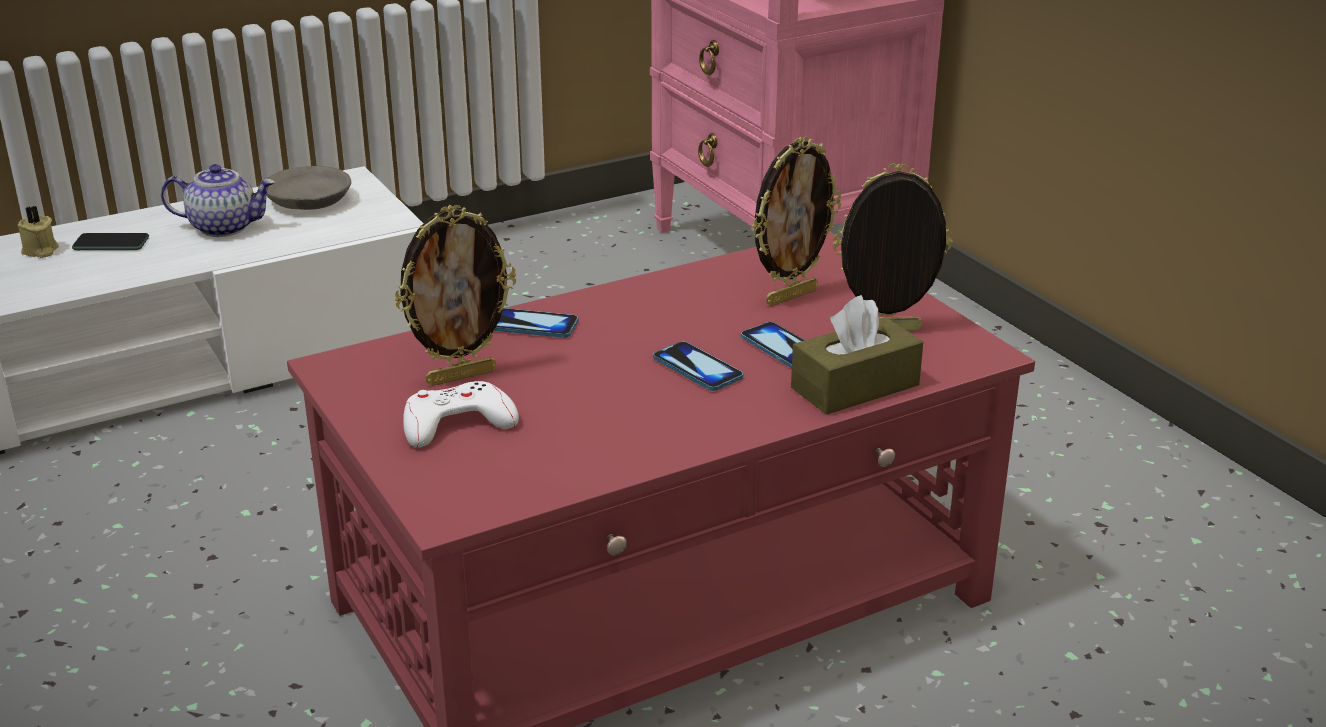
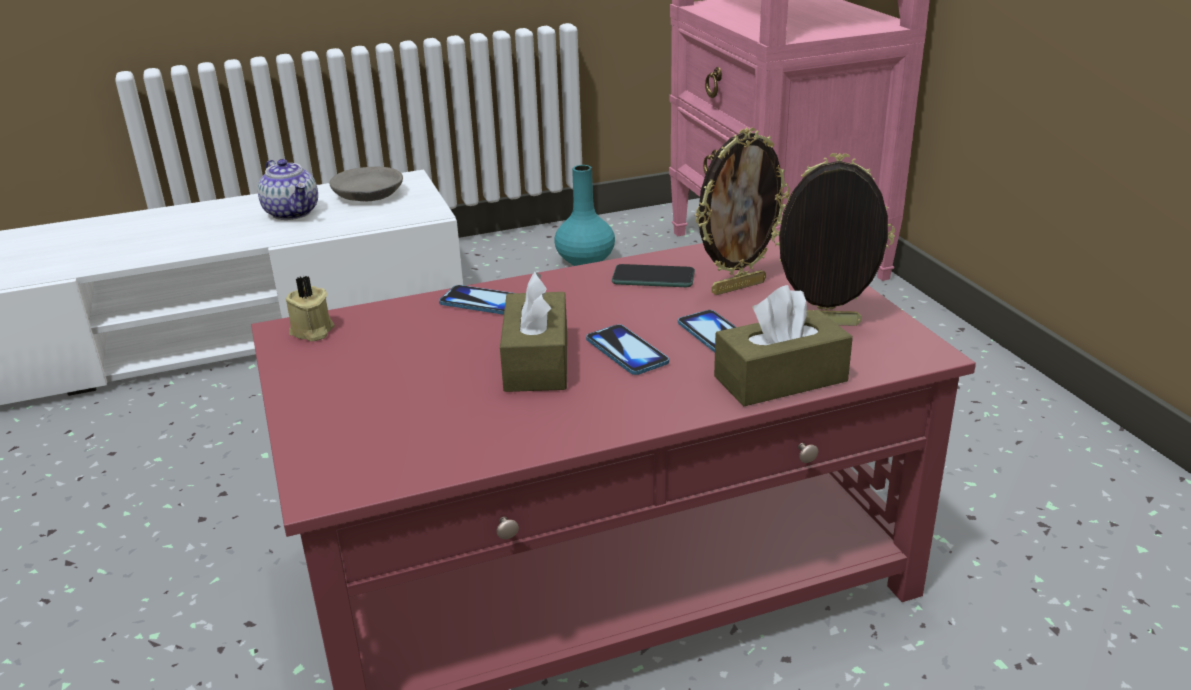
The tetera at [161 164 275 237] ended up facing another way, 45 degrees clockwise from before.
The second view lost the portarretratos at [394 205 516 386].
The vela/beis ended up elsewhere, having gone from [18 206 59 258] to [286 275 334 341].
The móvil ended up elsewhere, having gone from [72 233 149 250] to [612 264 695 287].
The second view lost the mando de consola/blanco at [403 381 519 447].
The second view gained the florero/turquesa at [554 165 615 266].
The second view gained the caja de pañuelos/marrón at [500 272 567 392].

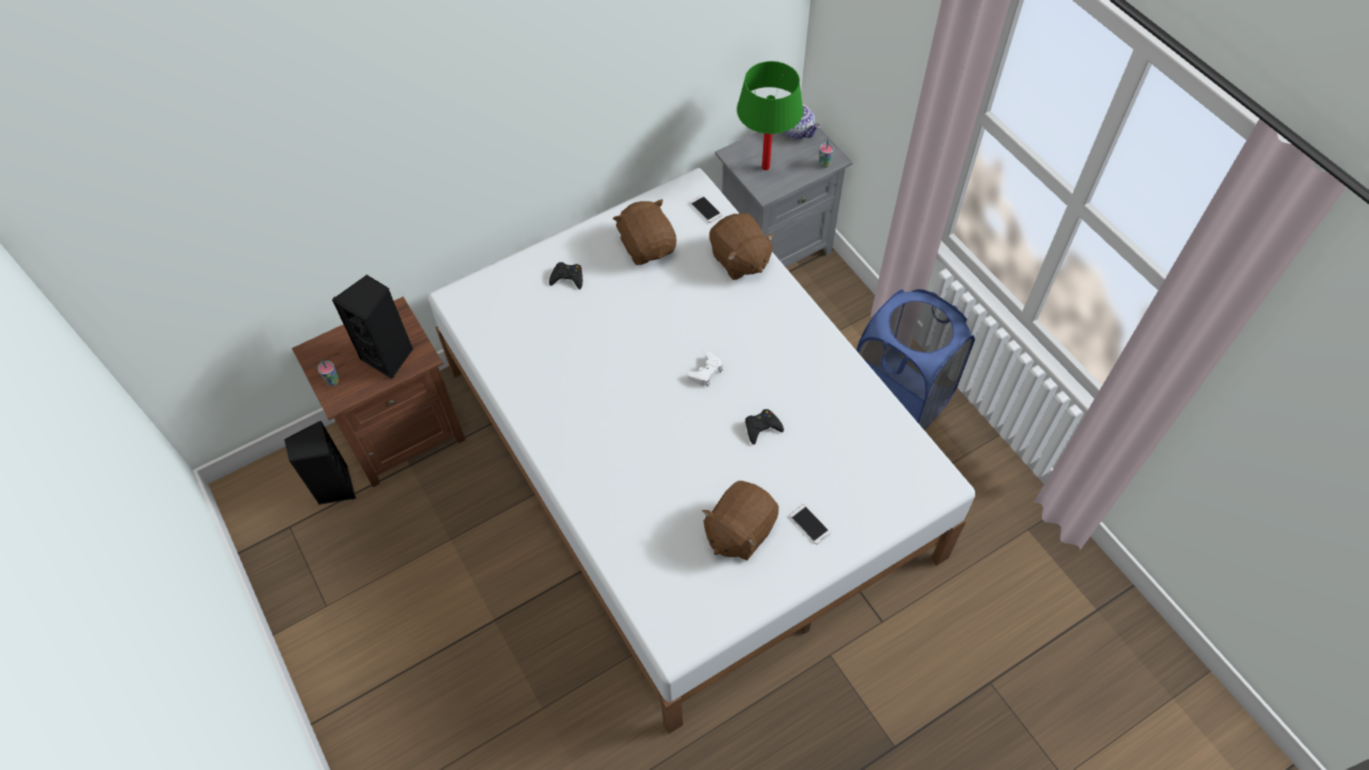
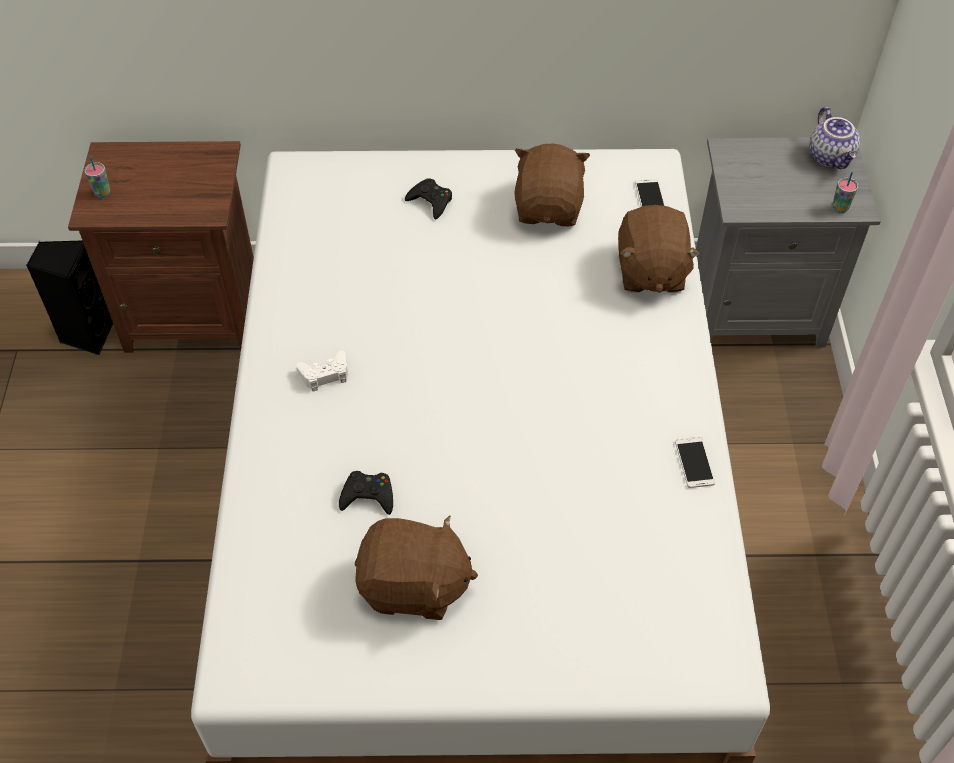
The second view lost the lámpara de mesa/verde at [737 61 803 170].
The second view lost the altavoz/negro at [332 275 413 379].
The second view lost the cesto de la ropa/azul at [856 289 975 430].
The mando de consola/blanco ended up elsewhere, having gone from [688 352 723 387] to [296 351 348 391].
The mando de consola/negro ended up elsewhere, having gone from [745 409 784 445] to [339 471 393 515].
The peluche/marrón at [702 481 779 561] ended up facing another way, 150 degrees counterclockwise from before.
The móvil ended up elsewhere, having gone from [789 504 831 544] to [675 437 715 488].

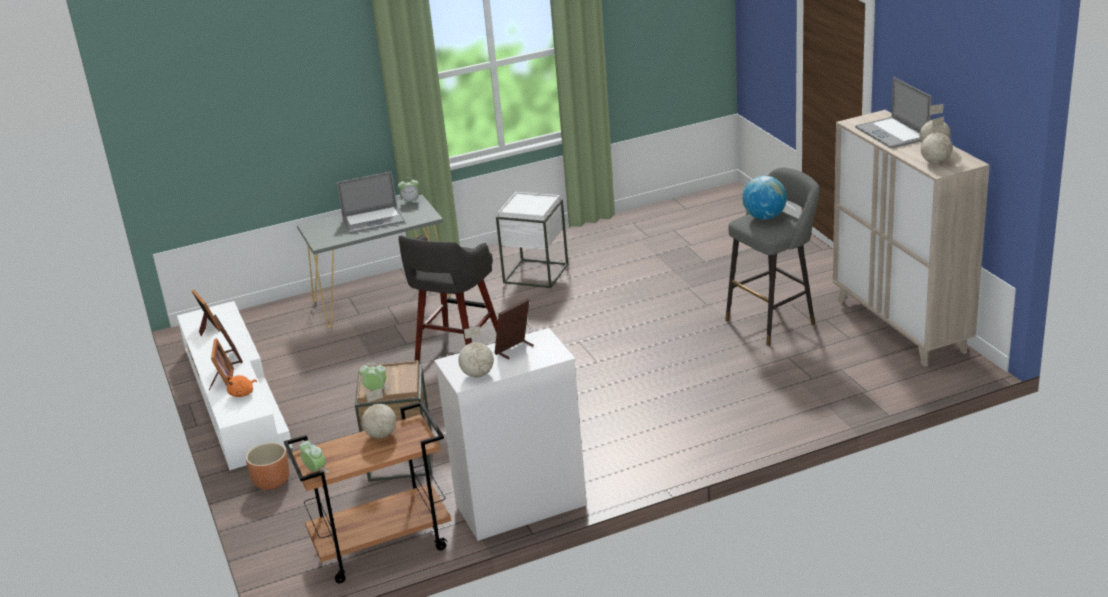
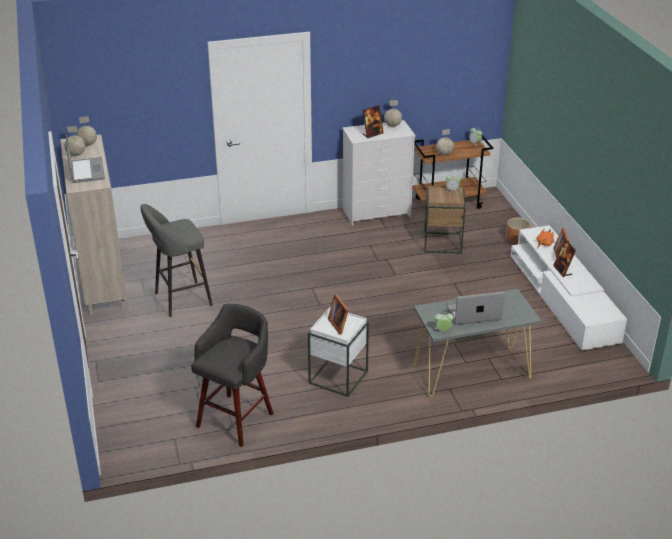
The second view lost the globo terráqueo at [742 176 787 220].
The taburete/gris ended up elsewhere, having gone from [399 235 498 361] to [191 304 274 447].
The portarretratos ended up elsewhere, having gone from [192 290 221 336] to [328 294 349 335].

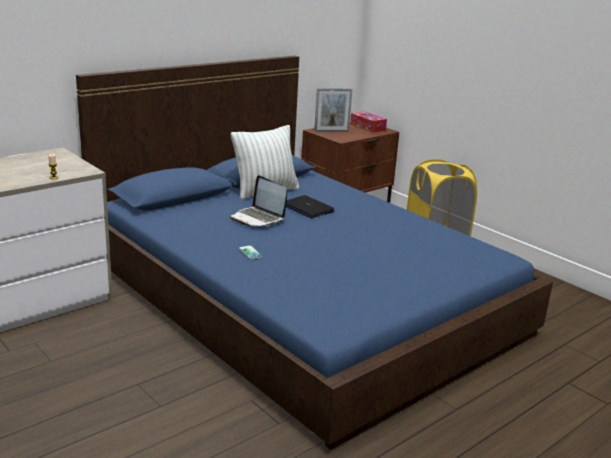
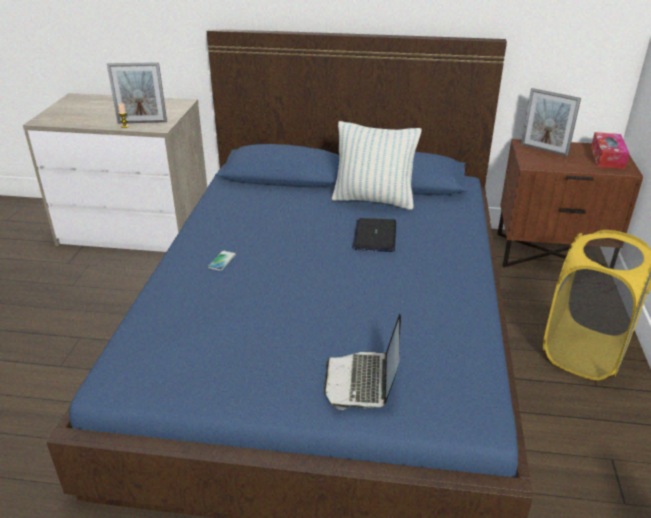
The portátil ended up elsewhere, having gone from [229 175 287 226] to [324 314 401 410].
The second view gained the portarretratos at [107 62 167 123].

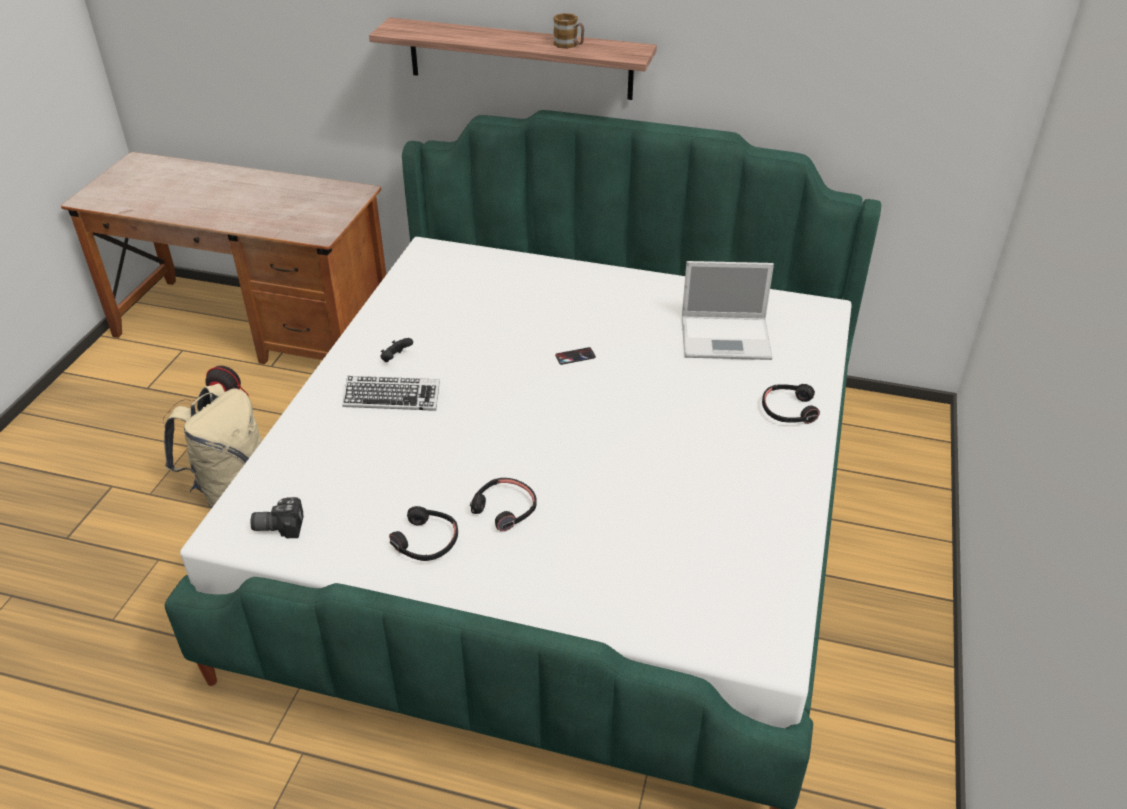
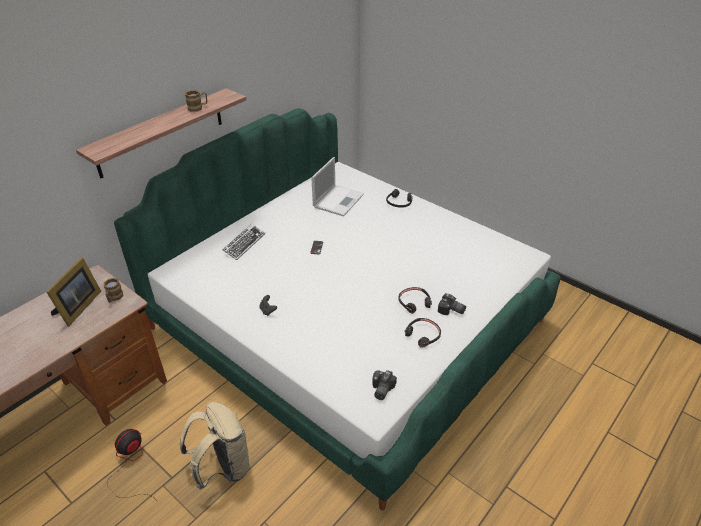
The teclado ended up elsewhere, having gone from [342 376 440 411] to [223 224 265 260].
The second view gained the portarretratos at [46 257 101 327].
The second view gained the taza grande at [104 278 123 302].
The second view gained the cámara at [438 293 466 315].

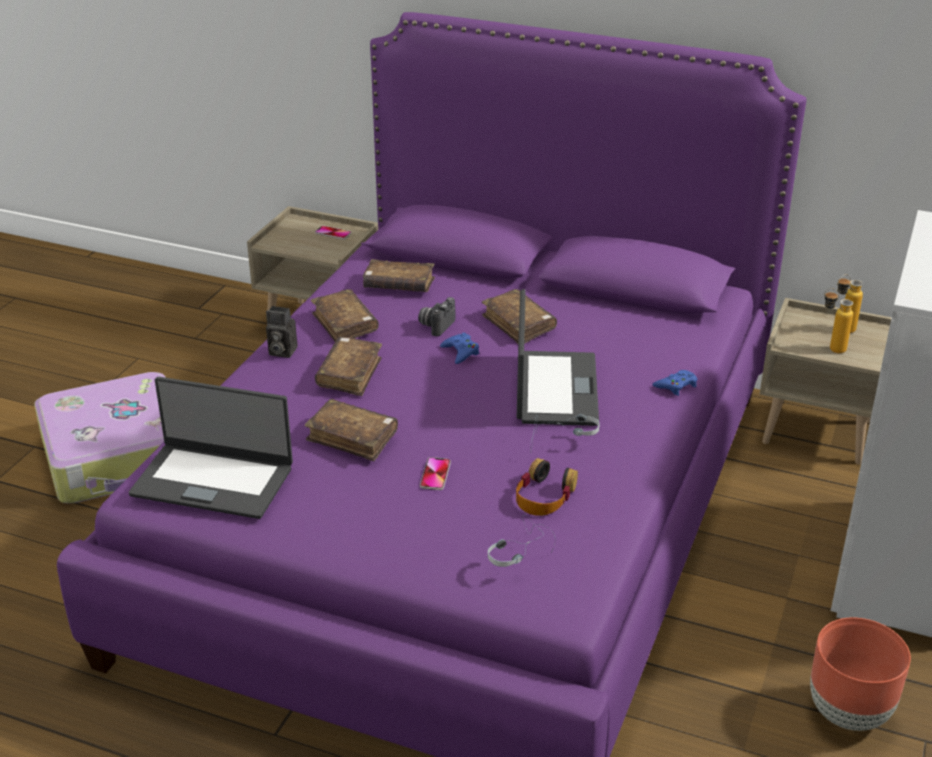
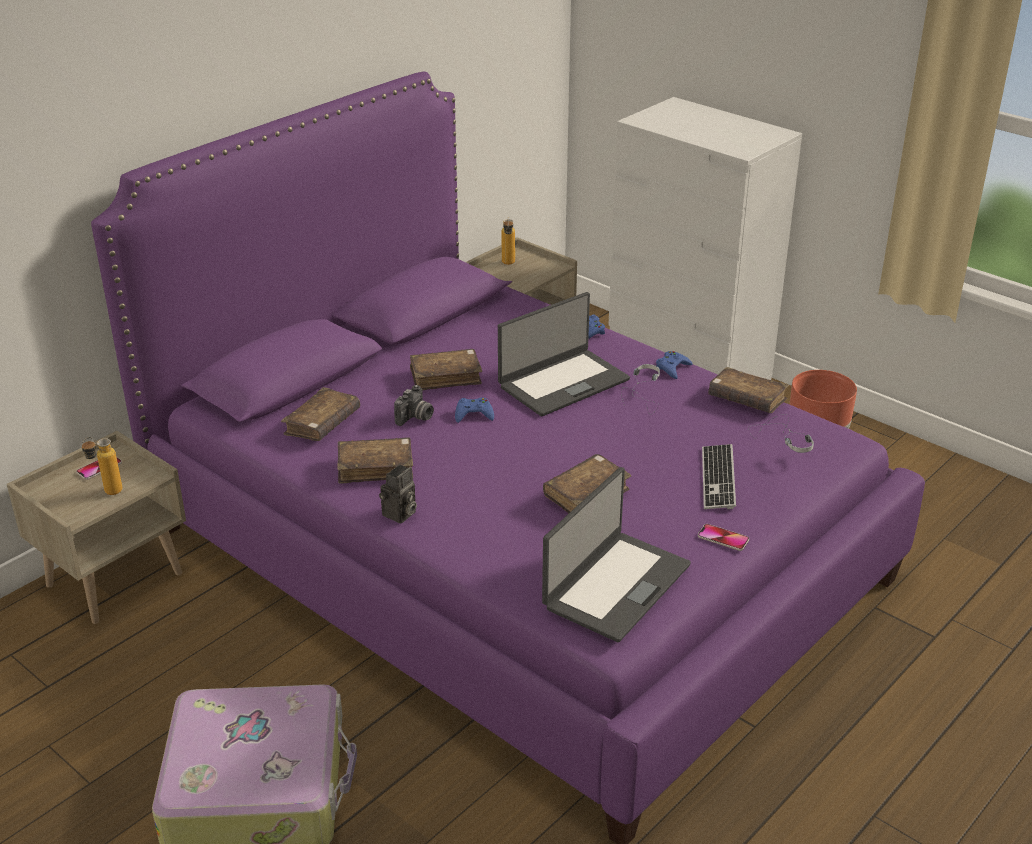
The botella ended up elsewhere, having gone from [824 288 853 353] to [81 437 123 495].
The portátil at [517 289 599 426] ended up facing another way, 120 degrees clockwise from before.
The cámara at [418 297 455 336] ended up facing another way, 105 degrees counterclockwise from before.
The libro/marrón ended up elsewhere, having gone from [315 337 382 396] to [708 367 789 413].
The móvil ended up elsewhere, having gone from [420 457 451 490] to [698 524 749 551].
The second view lost the auriculares at [516 458 578 516].
The second view gained the mando de consola/azul at [656 351 693 379].
The second view gained the teclado at [702 444 736 509].

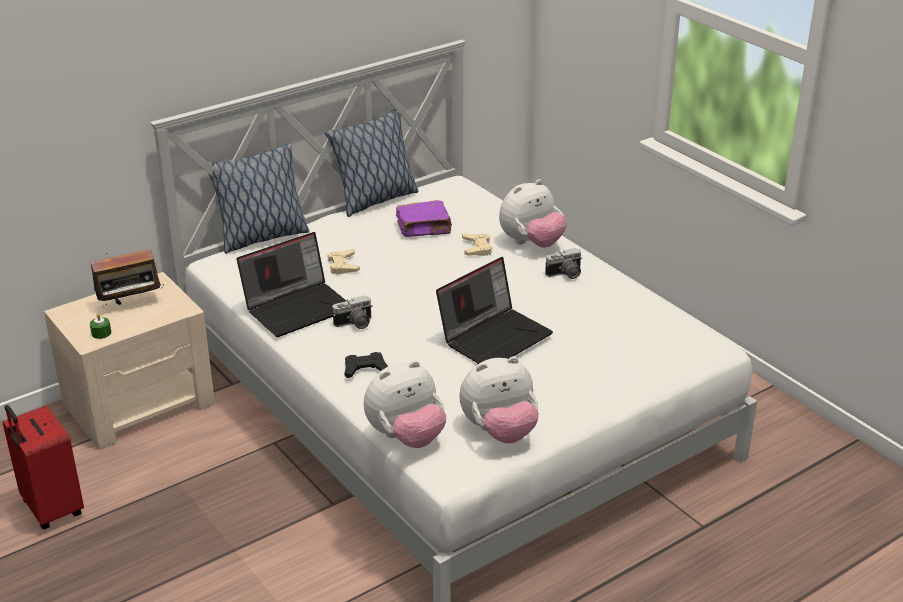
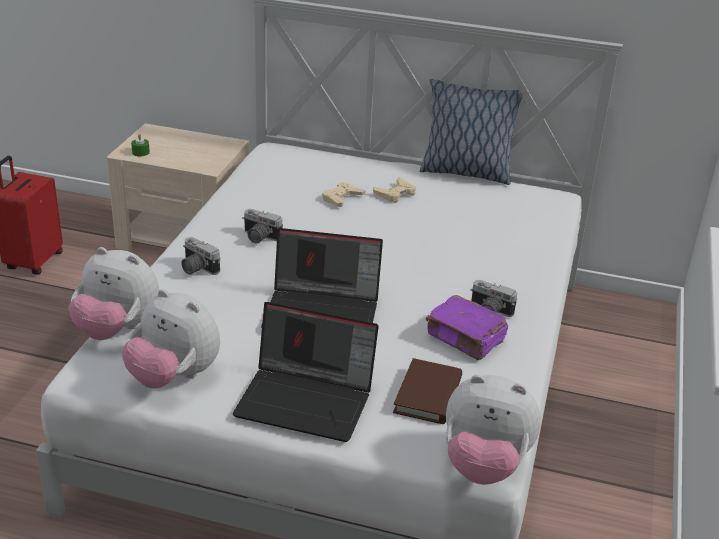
The second view lost the cojín at [208 143 310 254].
The peluche ended up elsewhere, having gone from [499 179 567 248] to [445 375 541 485].
The libro/morado ended up elsewhere, having gone from [396 200 452 237] to [426 295 508 360].
The portátil ended up elsewhere, having gone from [236 232 346 337] to [233 302 379 442].
The mando de consola/beis ended up elsewhere, having gone from [462 233 492 256] to [373 177 416 203].
The second view lost the radio at [91 249 164 305].
Where the mando de consola/negro stood at [345 352 388 378], the cámara came to stand at [181 237 220 275].
The second view gained the libro/marrón at [393 358 462 424].

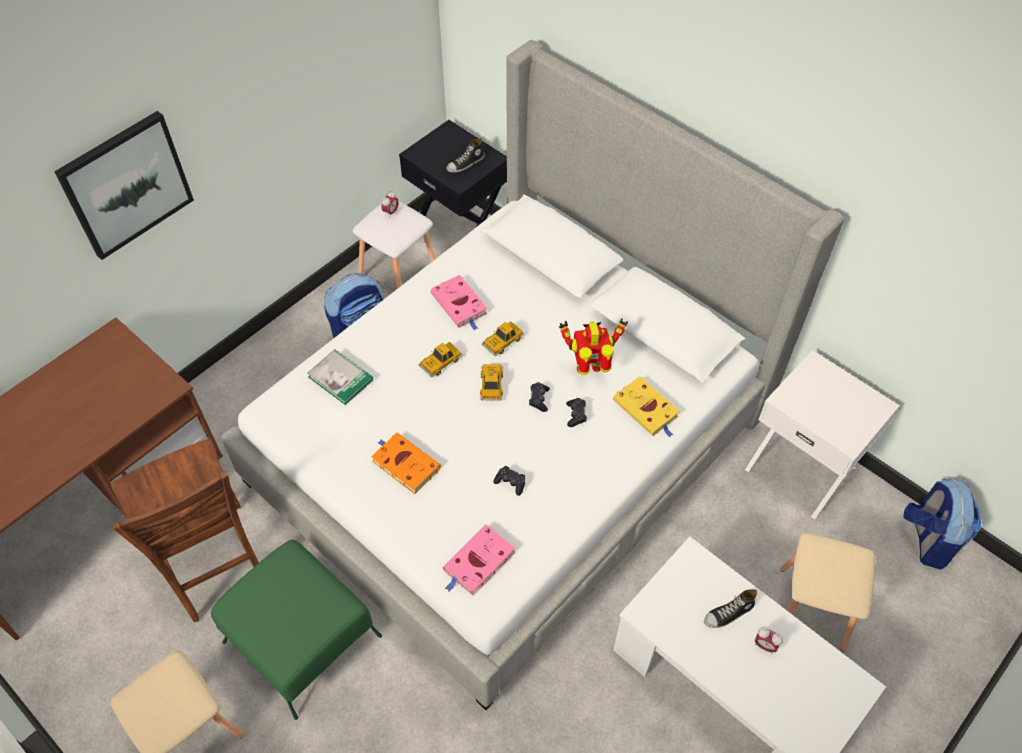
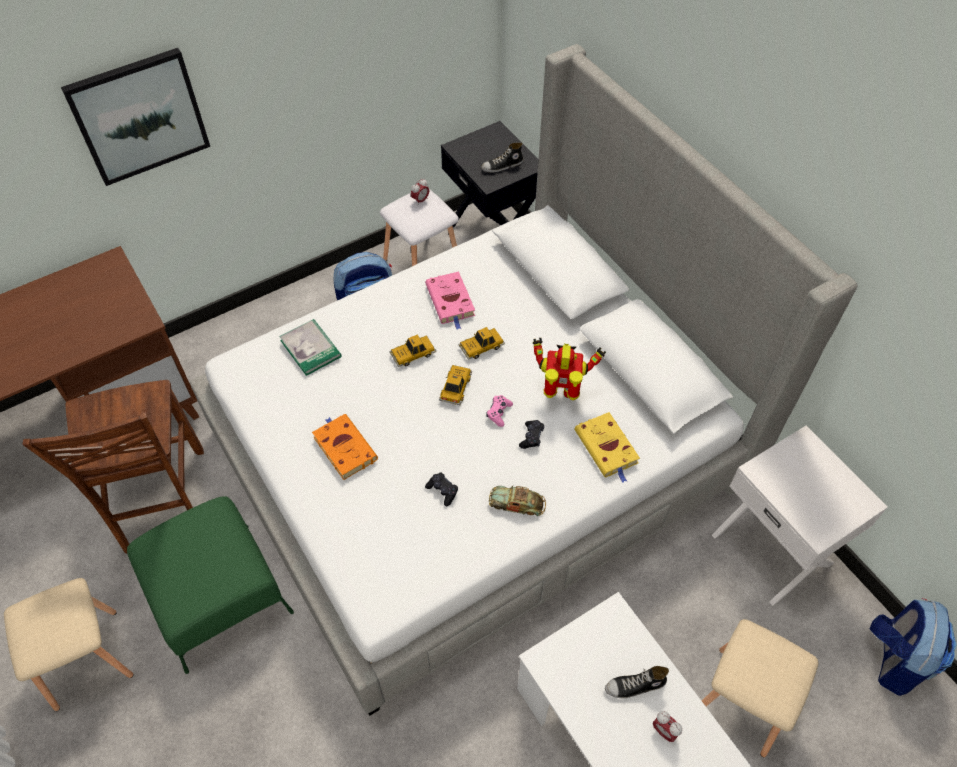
What was the mando de consola/negro at [529 382 550 412] turned into the mando de consola/rosa at [486 395 513 427].
The second view lost the libro/rosa at [443 525 515 596].
The second view gained the coche de juguete at [489 486 546 516].

